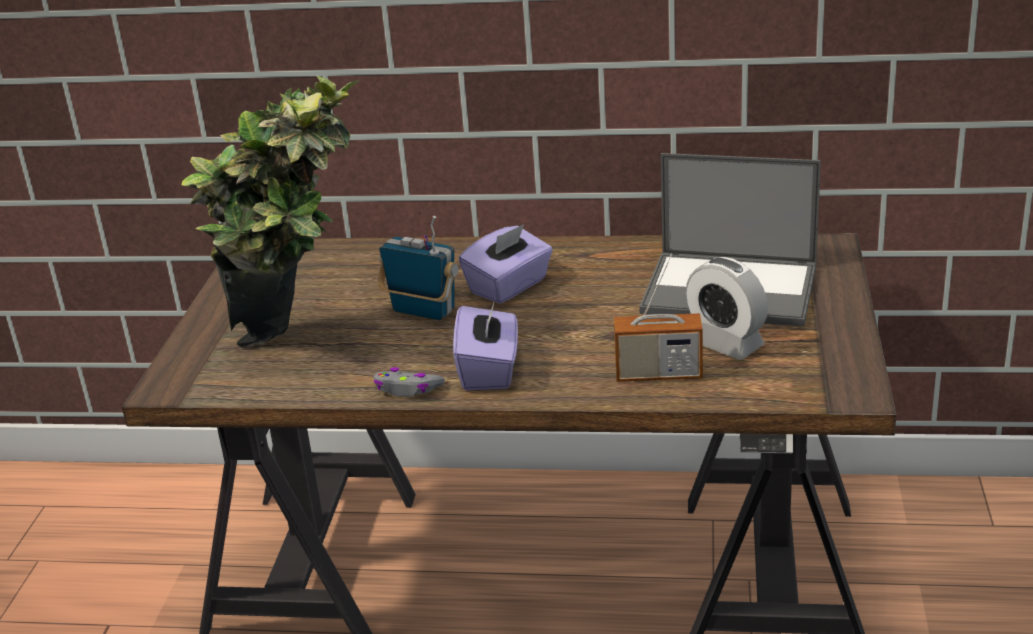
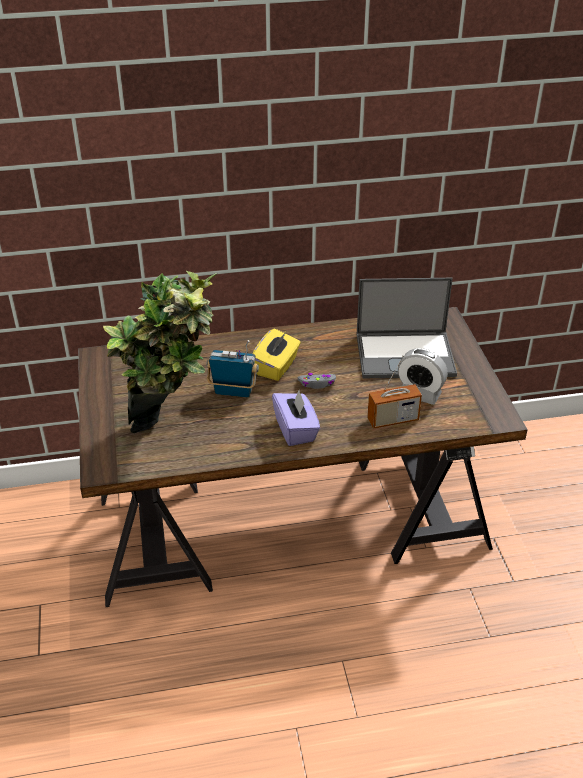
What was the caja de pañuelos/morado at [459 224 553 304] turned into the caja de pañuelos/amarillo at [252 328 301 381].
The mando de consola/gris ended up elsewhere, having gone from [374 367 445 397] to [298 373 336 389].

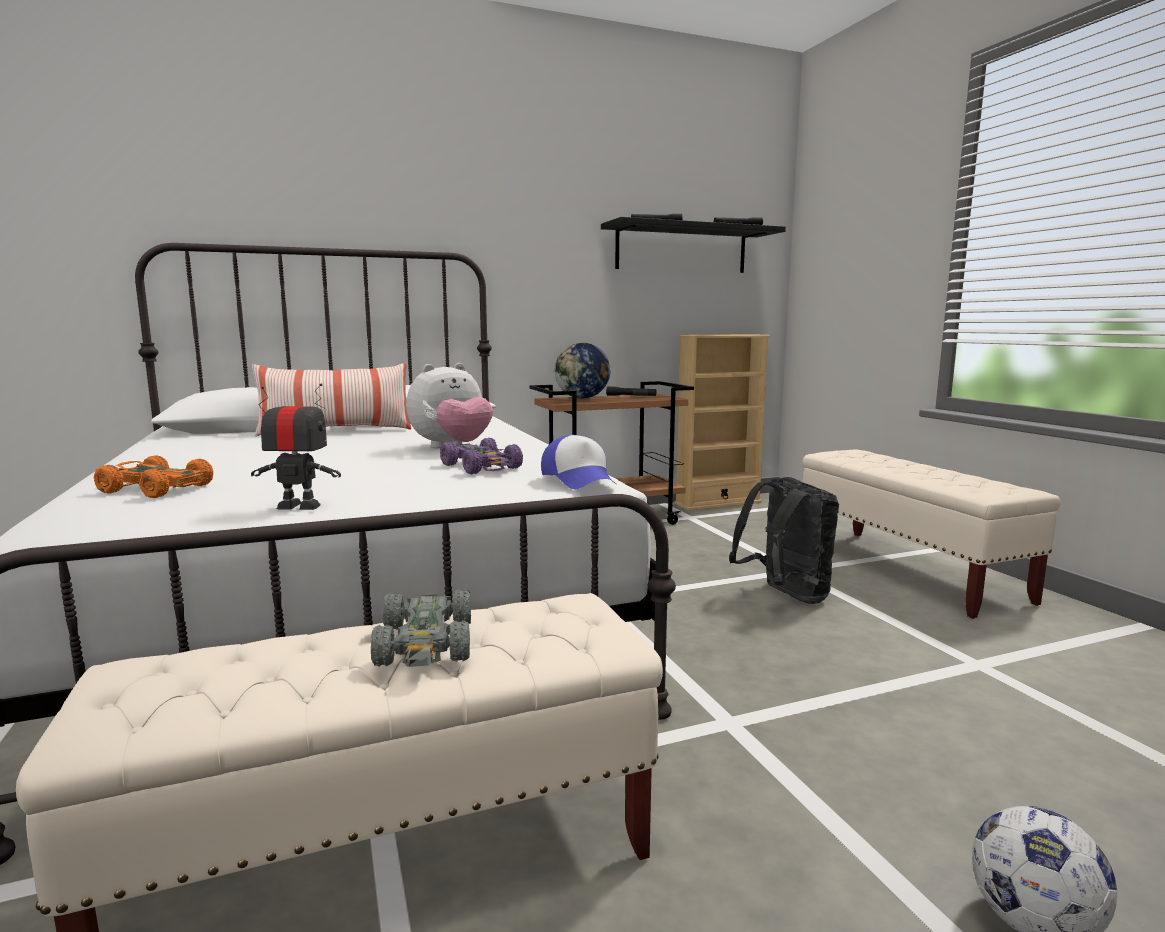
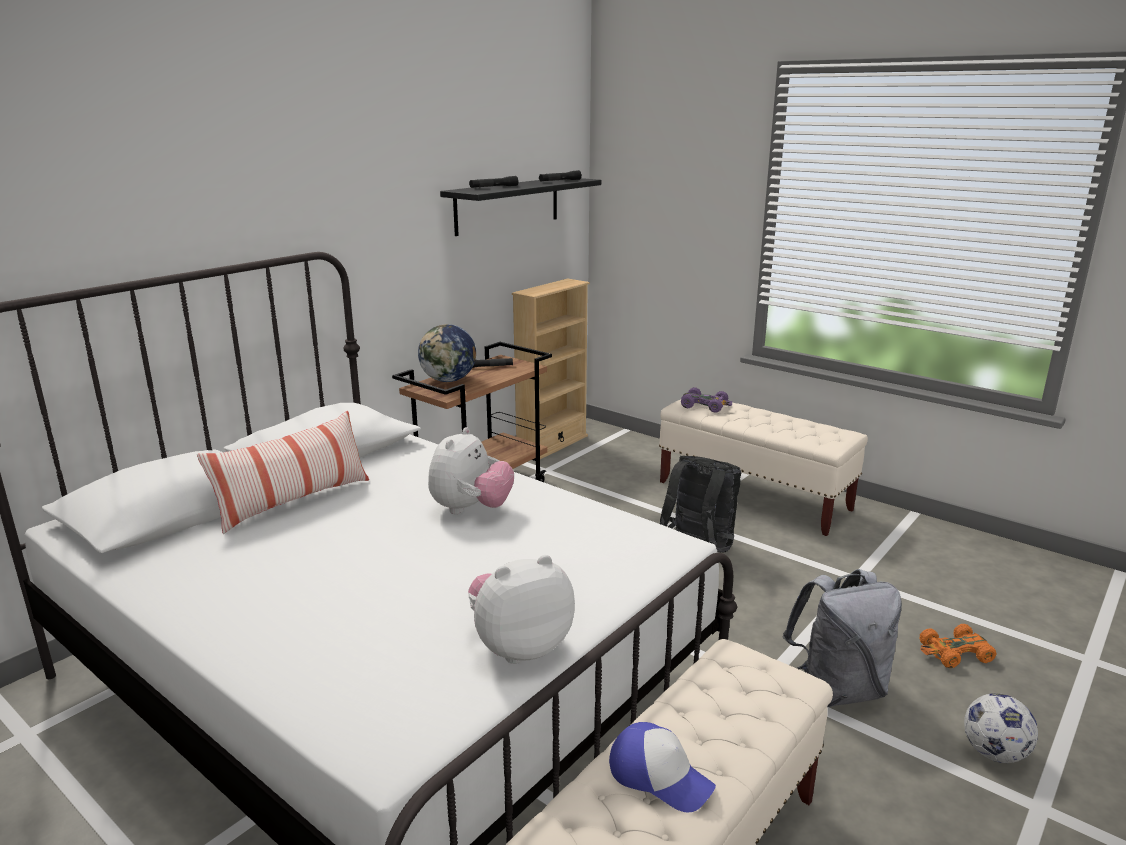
Where the robot de juguete stood at [251 384 341 510], the peluche came to stand at [468 555 575 664].
The gorra ended up elsewhere, having gone from [541 435 617 489] to [609 722 716 813].
The coche de juguete/morado ended up elsewhere, having gone from [440 438 523 475] to [681 387 733 413].
The coche de juguete/naranja ended up elsewhere, having gone from [94 455 213 498] to [919 624 997 668].
The second view lost the coche de juguete/gris at [371 590 471 667].
The second view gained the mochila/gris at [782 569 902 707].

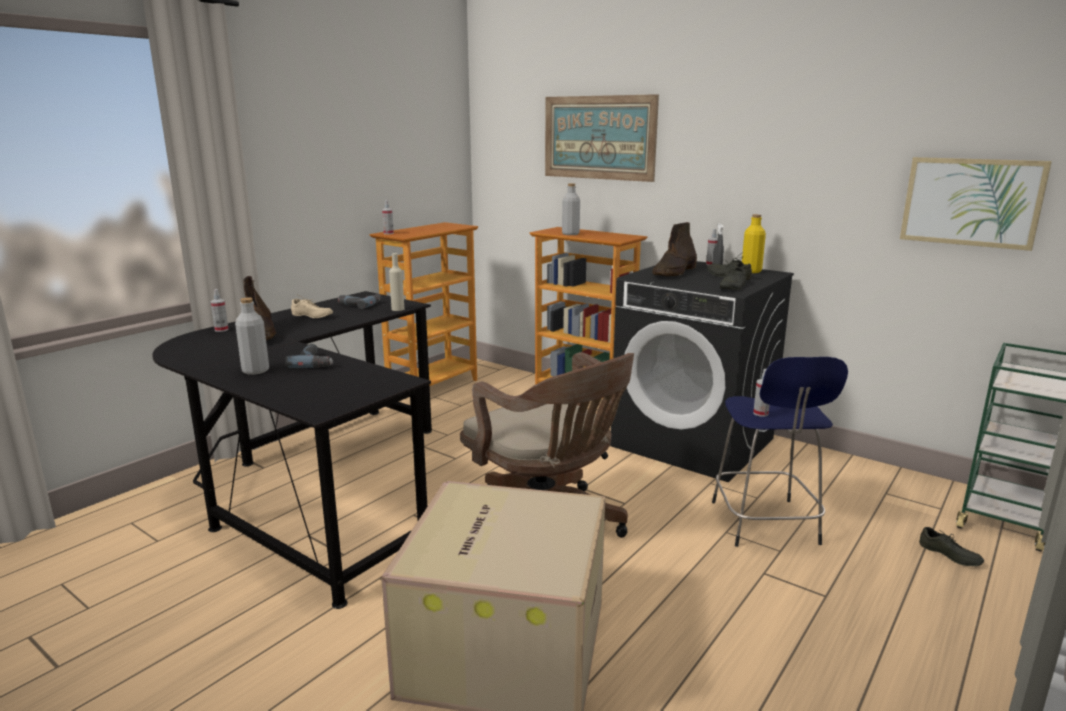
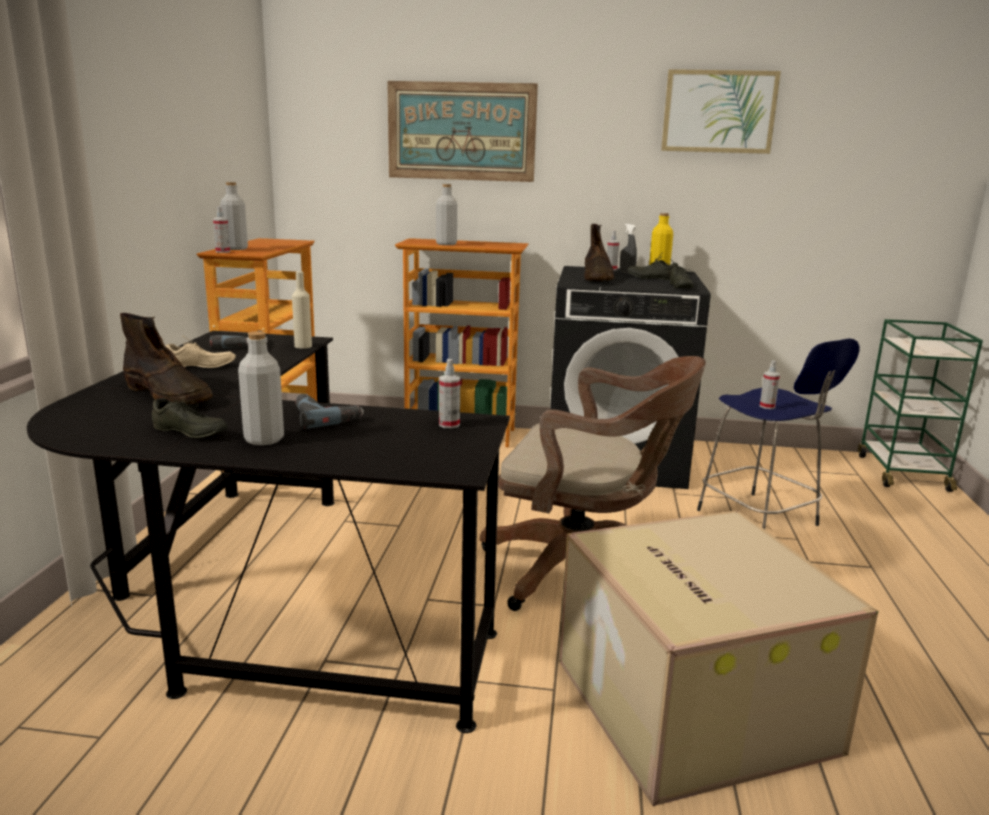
The cuadro ended up elsewhere, having gone from [900 157 1052 251] to [661 69 781 154].
The pulverizador ended up elsewhere, having gone from [211 289 228 332] to [439 359 460 429].
The zapato/gris ended up elsewhere, having gone from [919 527 984 566] to [152 393 228 438].
The second view gained the botella/gris at [220 182 248 250].

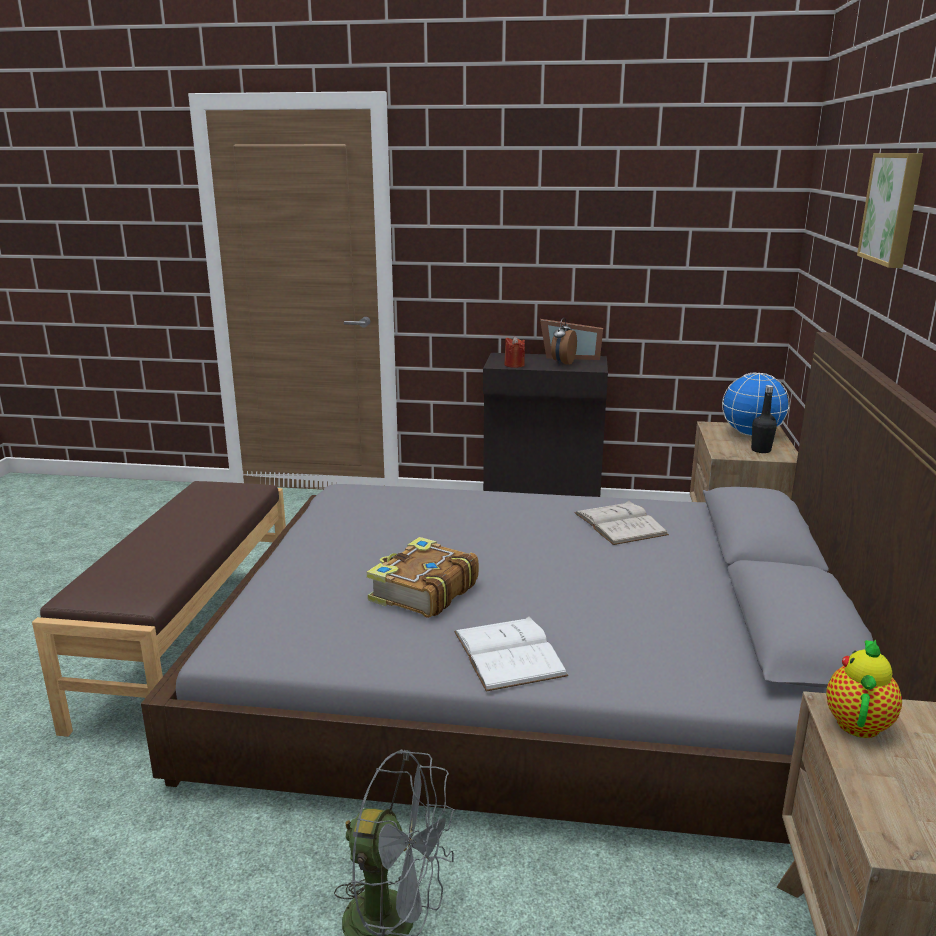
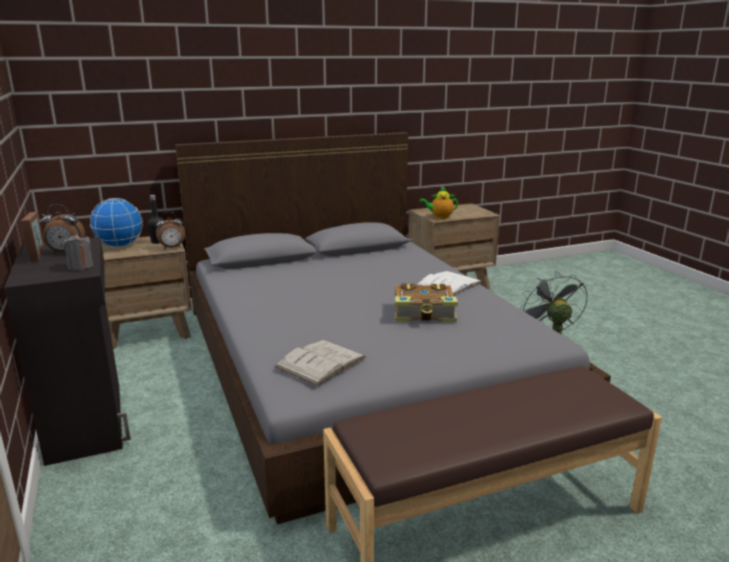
The second view lost the cuadro at [857 153 923 268].
What was the vela/rojo at [504 336 525 368] turned into the vela/gris at [64 234 93 270].
The libro/blanco ended up elsewhere, having gone from [574 500 669 545] to [274 340 366 386].
The second view gained the despertador at [156 212 185 249].

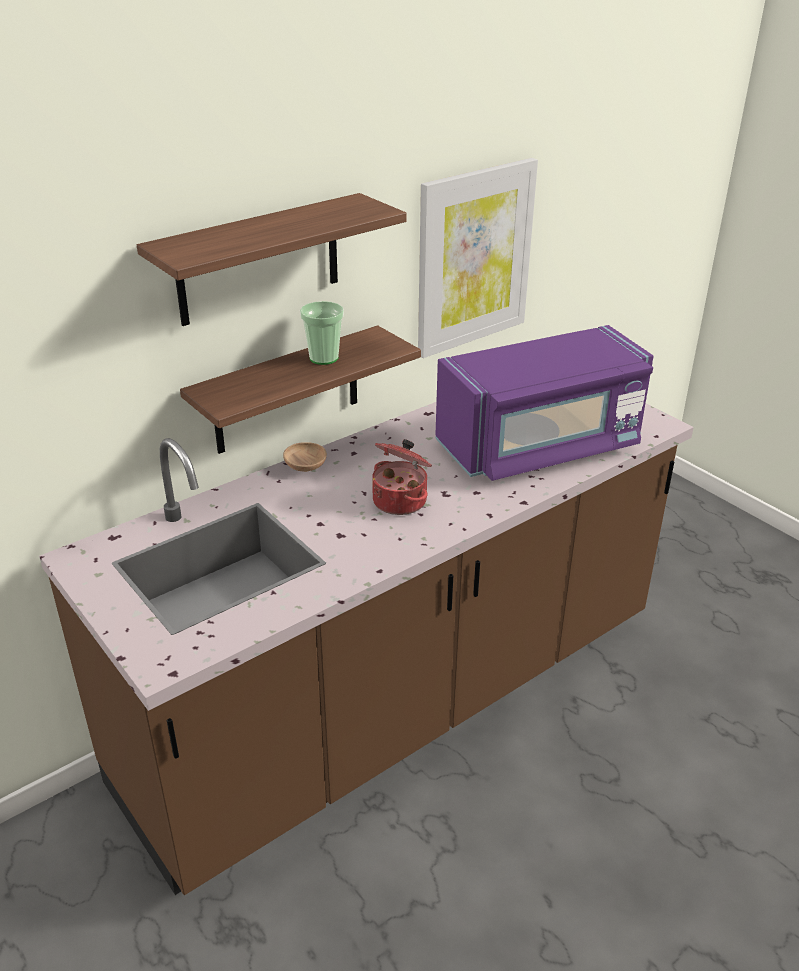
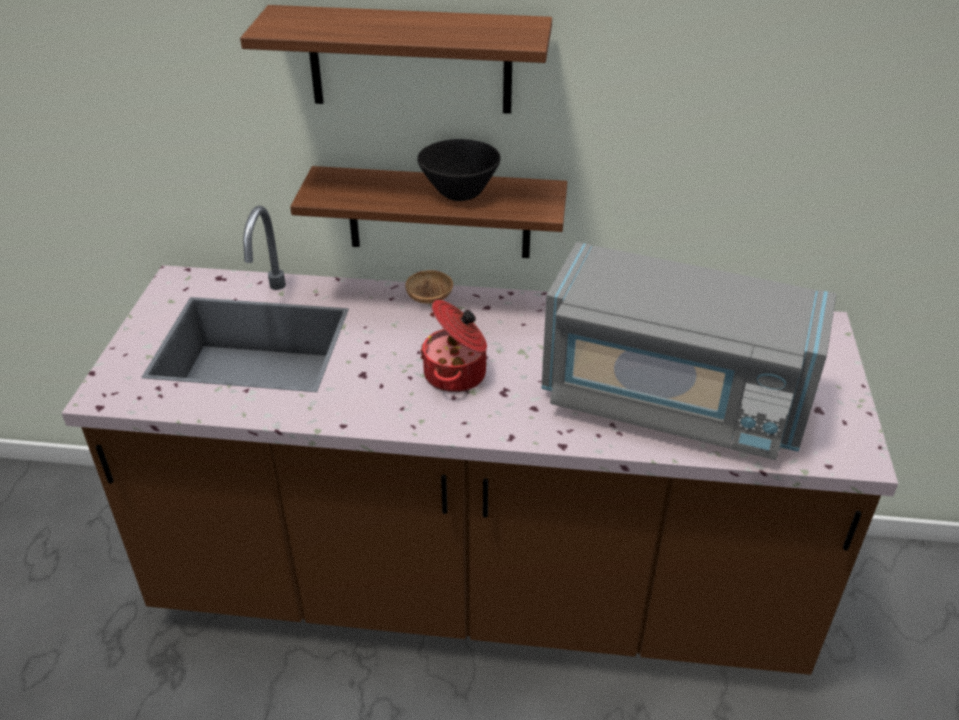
The second view lost the cuadro at [418 158 538 358].
Where the taza stood at [300 301 344 365], the cuenco/negro came to stand at [417 139 500 201].
What was the microondas/morado at [435 325 654 481] turned into the microondas/gris at [541 242 836 460].

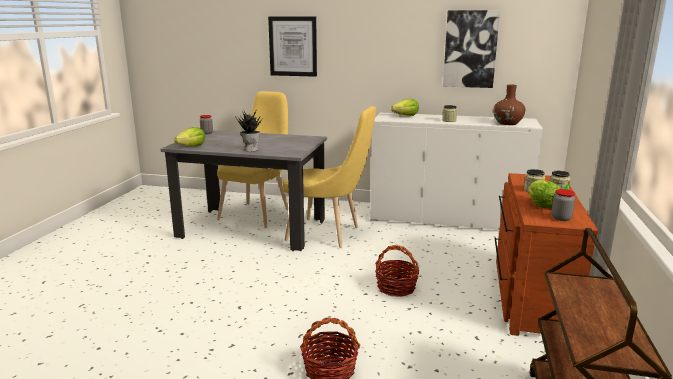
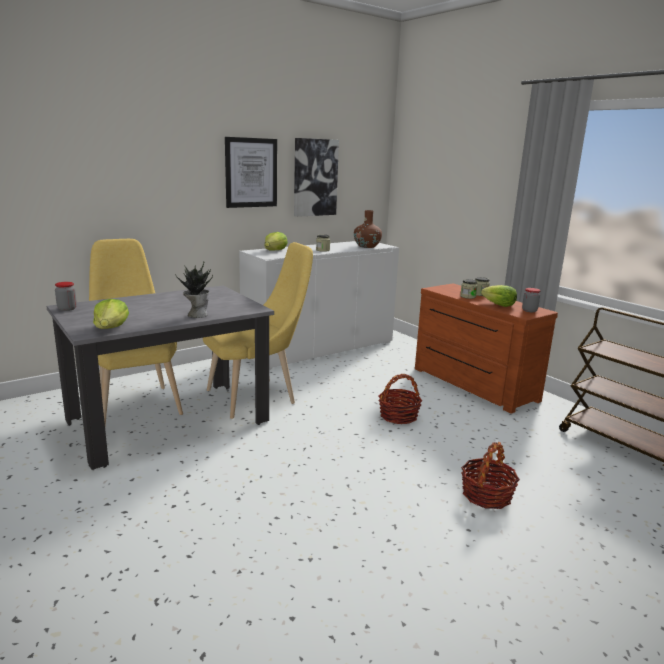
The cuadro ended up elsewhere, having gone from [268 17 317 77] to [225 137 277 208].

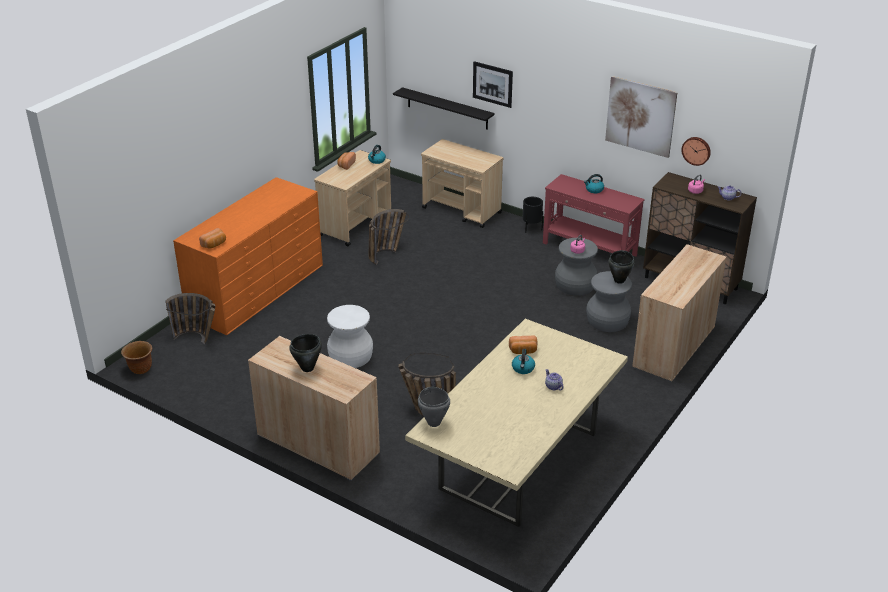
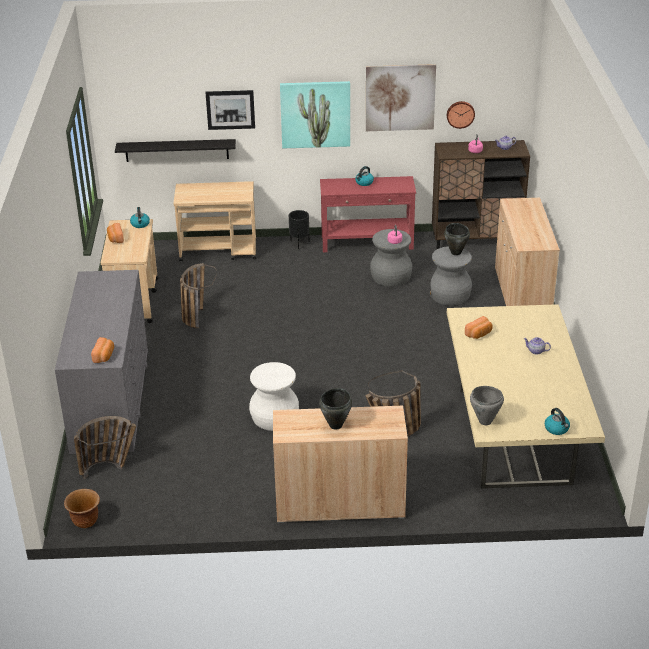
What was the cómoda/naranja at [173 177 323 335] turned into the cómoda/gris at [55 270 148 454].
The hervidor ended up elsewhere, having gone from [512 349 535 374] to [545 408 570 435].
The second view gained the cuadro at [280 81 350 148].

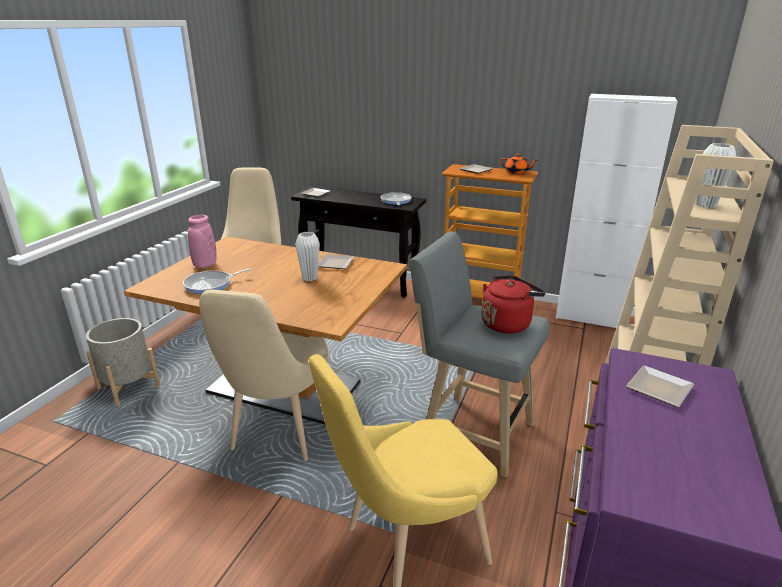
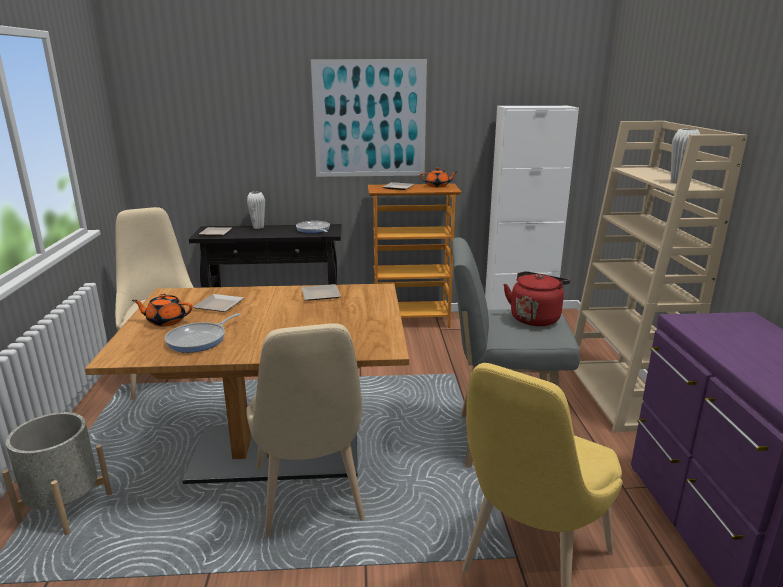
Where the florero/rosa stood at [188 215 217 268], the tetera/naranja came to stand at [132 294 193 326].
The florero/blanco ended up elsewhere, having gone from [295 232 320 281] to [247 192 265 229].
The plato ended up elsewhere, having gone from [626 365 694 407] to [193 294 244 312].
The second view gained the cuadro at [311 59 427 177].

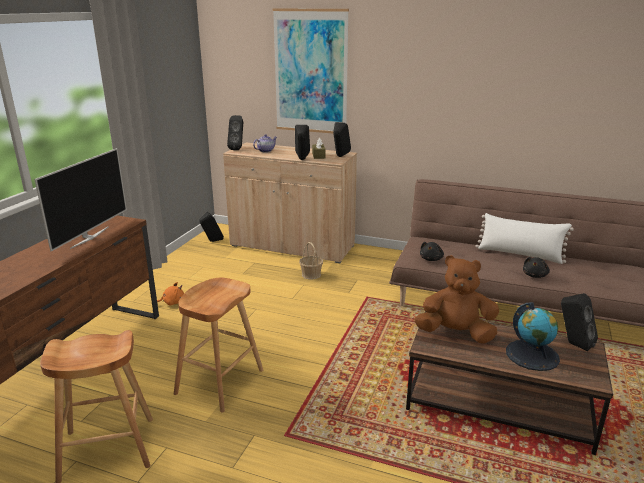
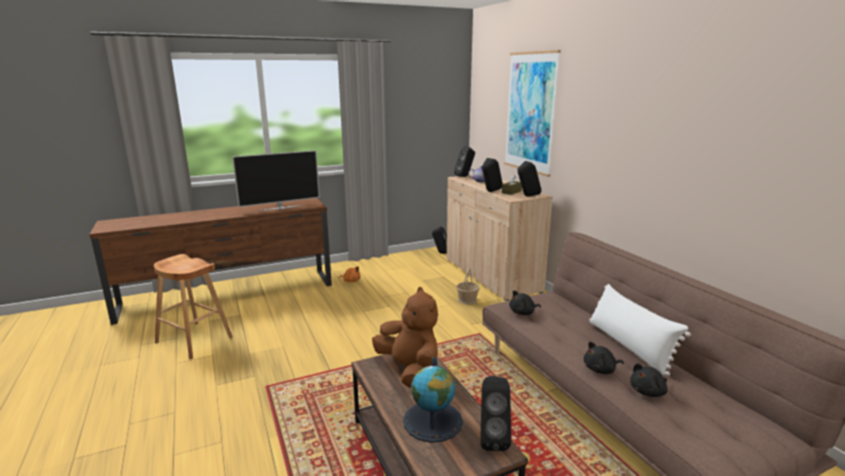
The second view lost the taburete/marrón at [174 277 263 412].
The second view gained the peluche/negro at [630 363 668 397].

